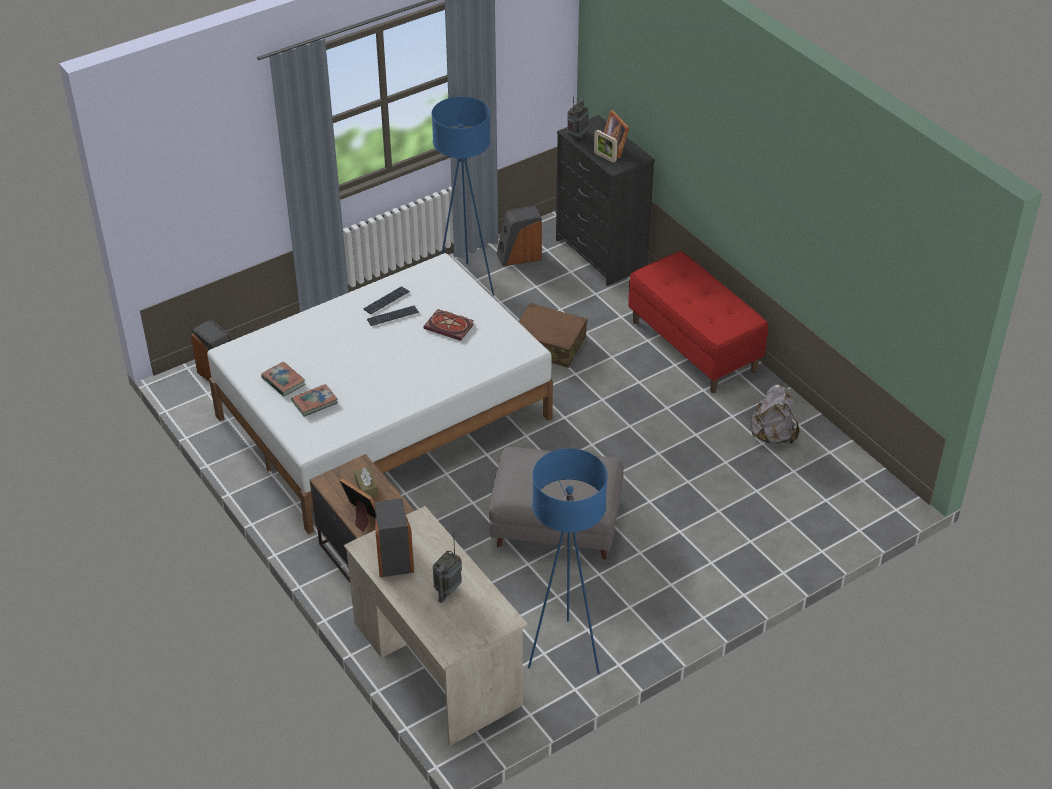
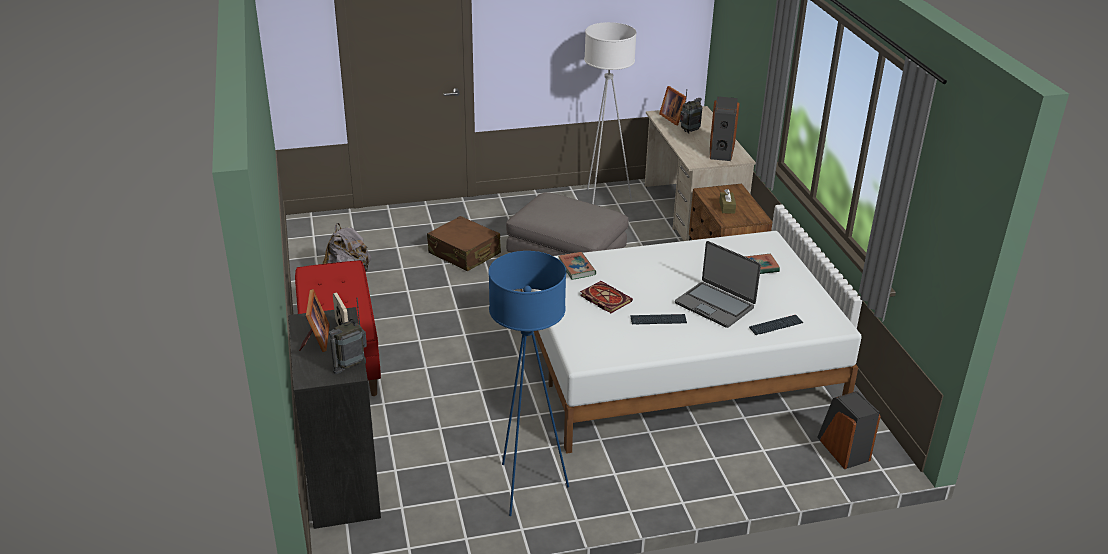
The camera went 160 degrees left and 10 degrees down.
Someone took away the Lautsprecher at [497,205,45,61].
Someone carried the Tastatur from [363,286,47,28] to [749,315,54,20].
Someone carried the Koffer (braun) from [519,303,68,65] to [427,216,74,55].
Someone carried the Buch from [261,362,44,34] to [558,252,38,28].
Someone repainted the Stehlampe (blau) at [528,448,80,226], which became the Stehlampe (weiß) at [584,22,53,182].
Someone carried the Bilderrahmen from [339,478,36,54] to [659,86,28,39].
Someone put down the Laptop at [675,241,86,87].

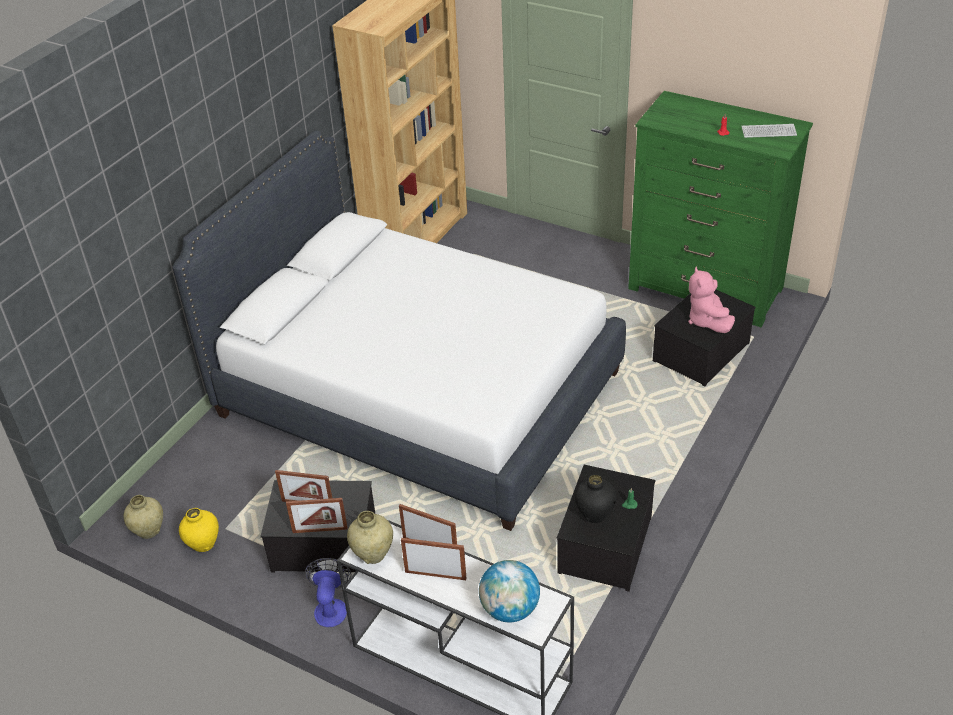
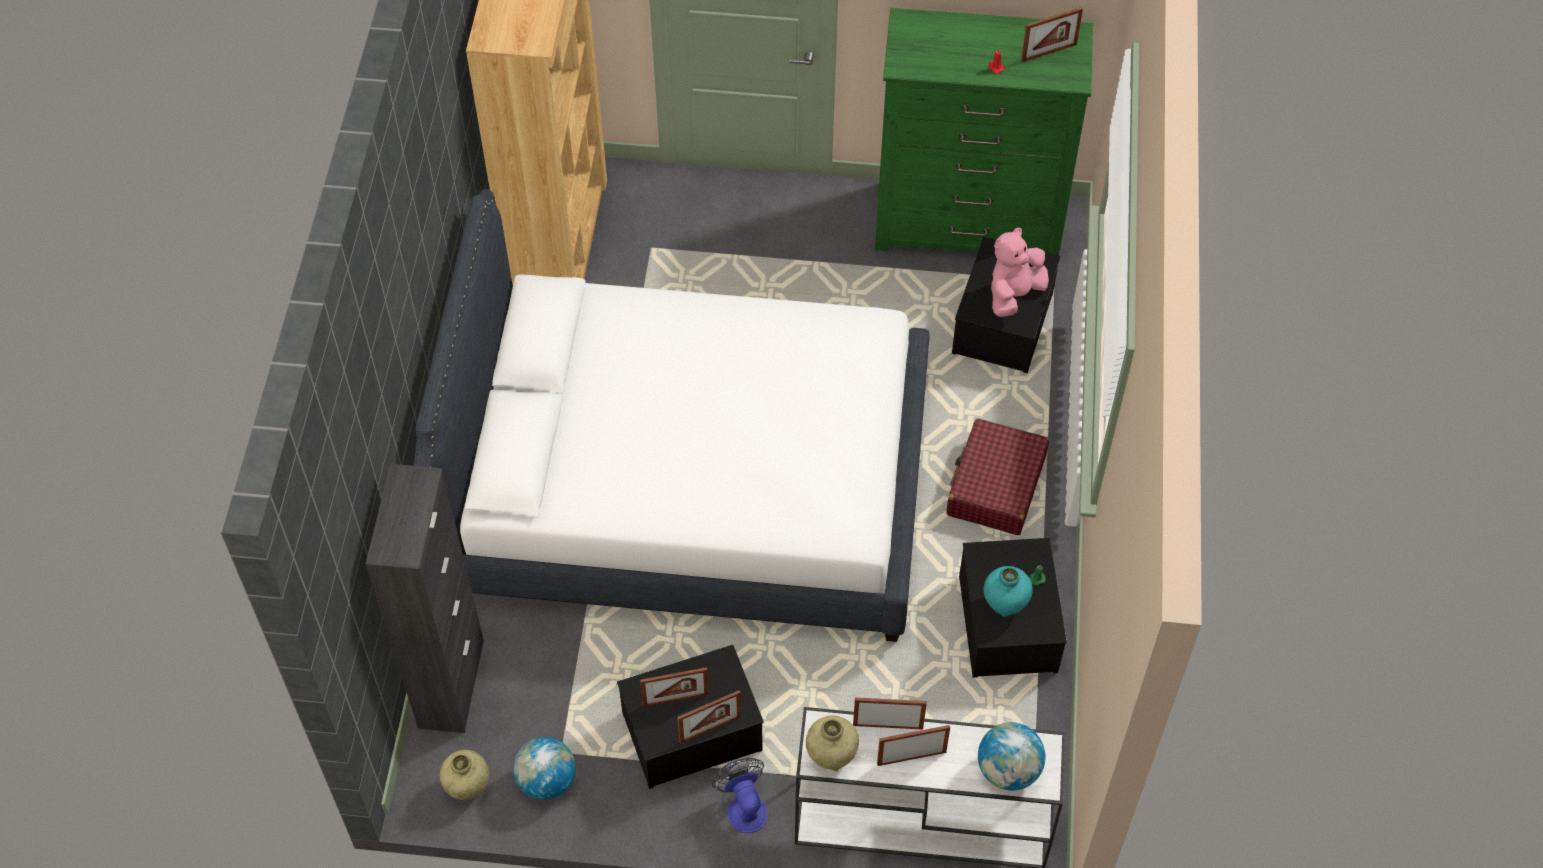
The camera went 25 degrees left and 15 degrees up.
Someone swapped the Tastatur at [741,124,56,14] for the Bilderrahmen at [1021,7,62,55].
Someone rotated the Plüschtier (rosa) at [688,267,47,66] by 75 degrees clockwise.
Someone repainted the Vase (schwarz) at [575,474,42,49], which became the Vase (türkis) at [984,566,49,51].
Someone swapped the Vase (gelb) at [179,508,40,44] for the Globus at [513,737,63,63].
Someone put down the Koffer (rot) at [947,419,102,116].
Someone put down the Schrank (schwarz) at [366,464,118,269].

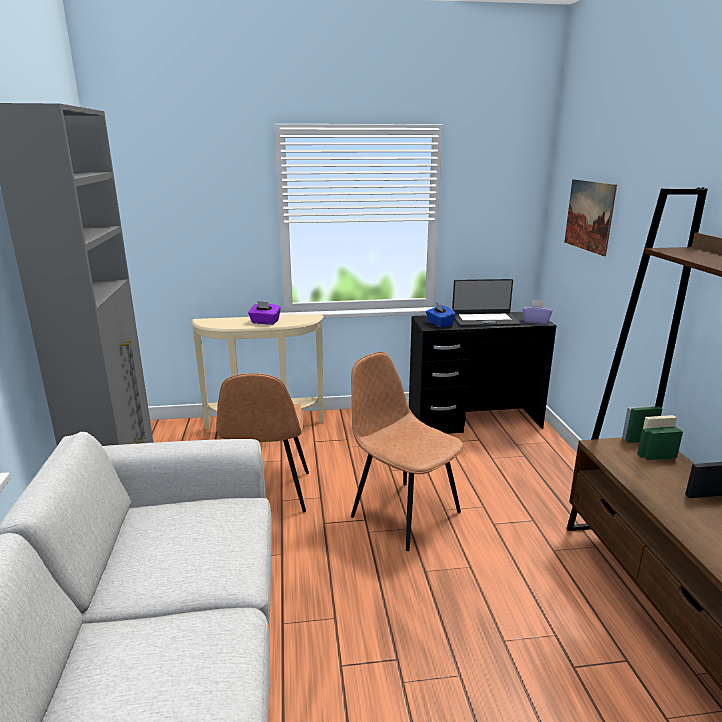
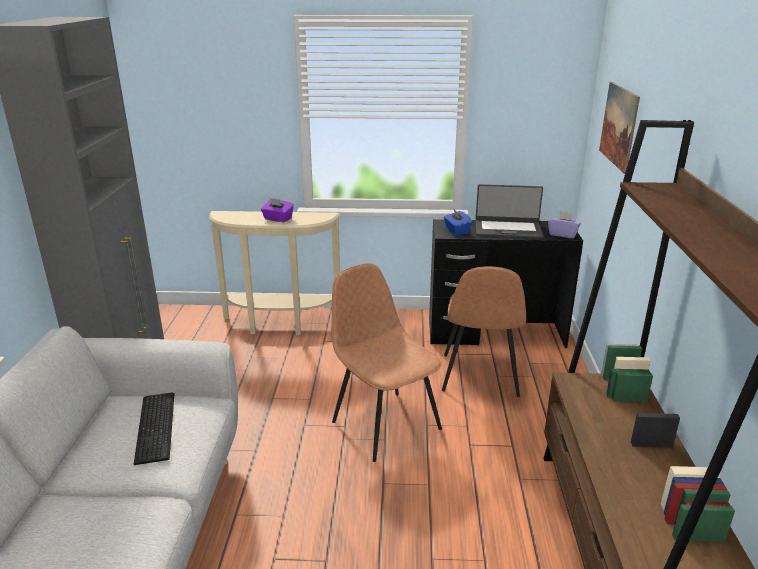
The camera went 10 degrees right and 5 degrees up.
Someone carried the Stuhl (braun) from [216,373,93,139] to [442,267,84,130].
Someone put down the Tastatur at [134,393,40,72].

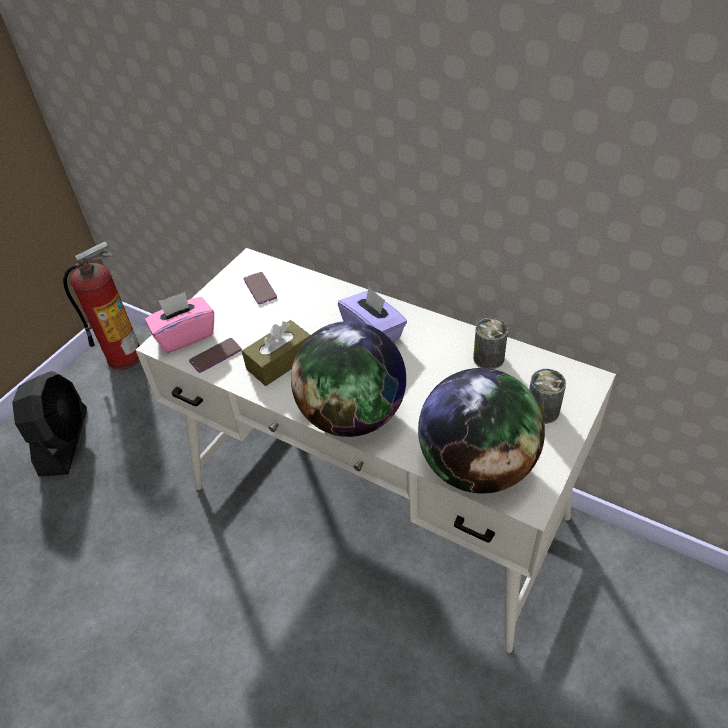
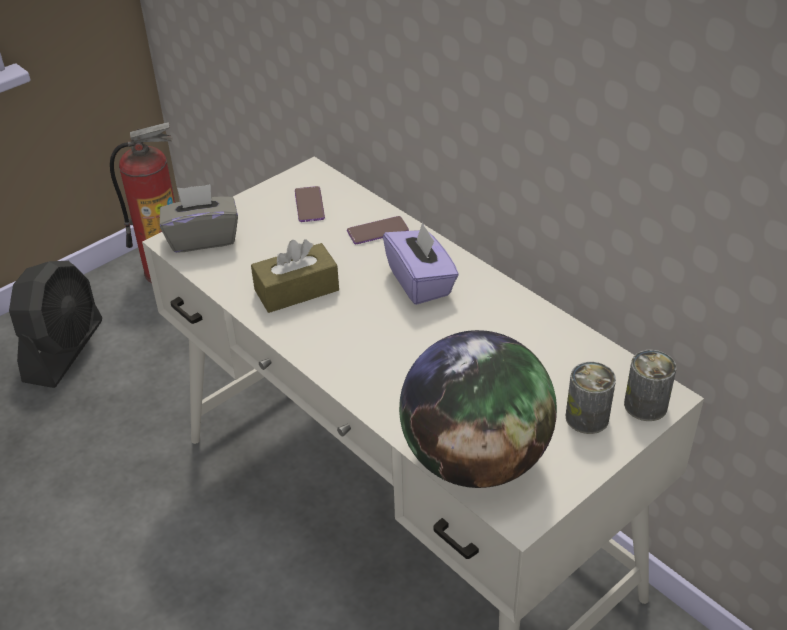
The camera went 15 degrees right and 5 degrees down.
Someone repainted the Taschentuchbox (rosa) at [145,292,69,61], which became the Taschentuchbox (grau) at [160,184,78,69].
Someone carried the Dose from [473,318,35,51] to [624,350,52,71].
Someone took away the Globus at [291,321,115,116].
Someone carried the Handy from [189,338,53,35] to [347,216,62,28].

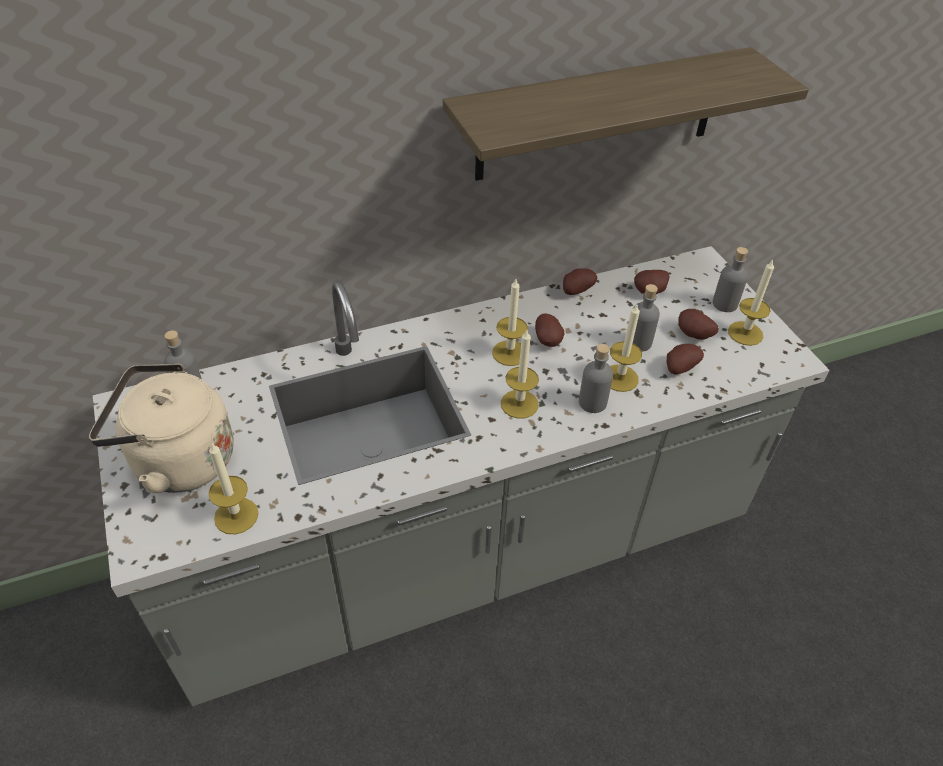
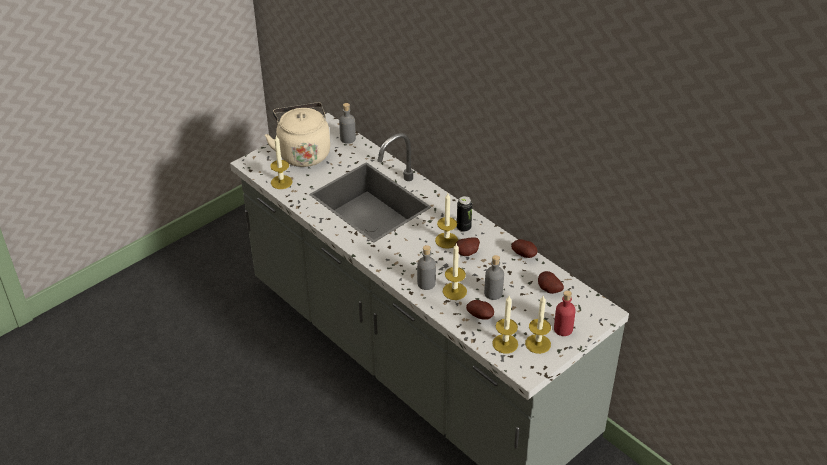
The camera went 70 degrees right and 5 degrees down.
Someone took away the Wandregal at [443,47,366,134].
Someone repainted the Flasche (grau) at [713,247,35,65], which became the Flasche (rot) at [554,290,22,46].
Someone took away the Kartoffel at [678,309,41,31].
Someone carried the Kerze from [501,330,38,89] to [492,296,26,58].
Someone put down the Dose at [457,196,15,36].

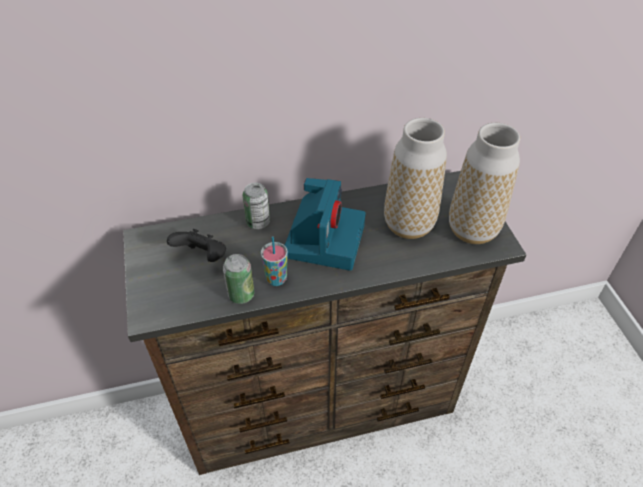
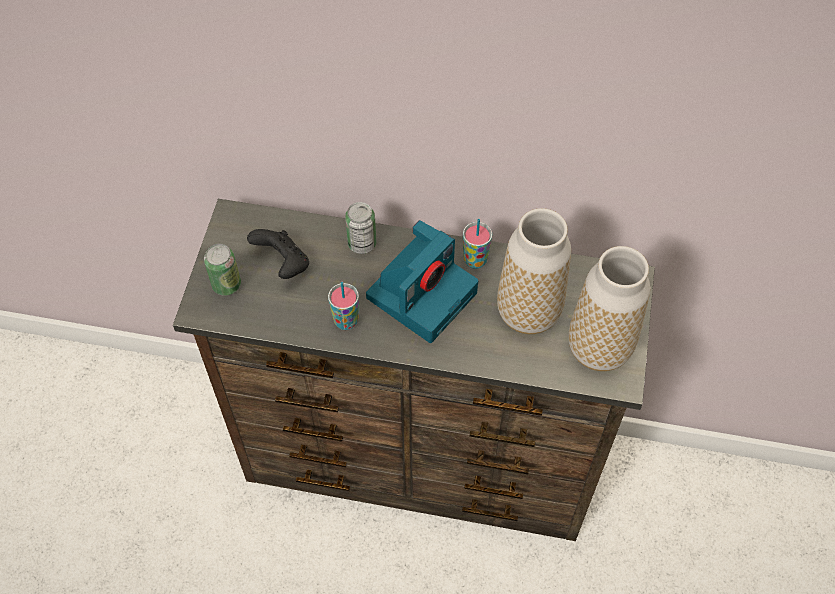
The camera went 25 degrees right and 10 degrees up.
Someone carried the Dose from [223,254,32,50] to [204,244,37,52].
Someone put down the Tasse at [463,219,29,50].

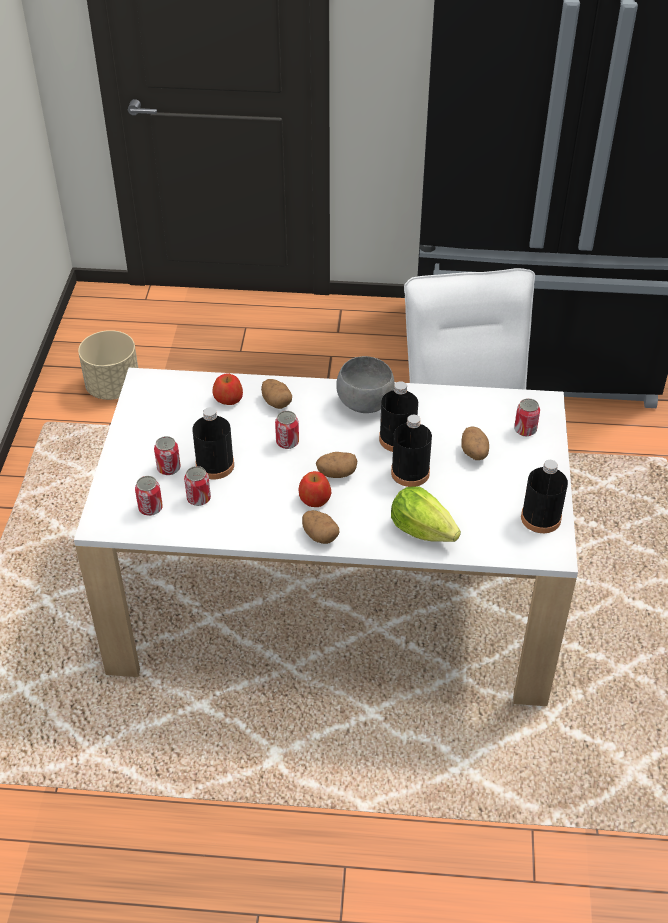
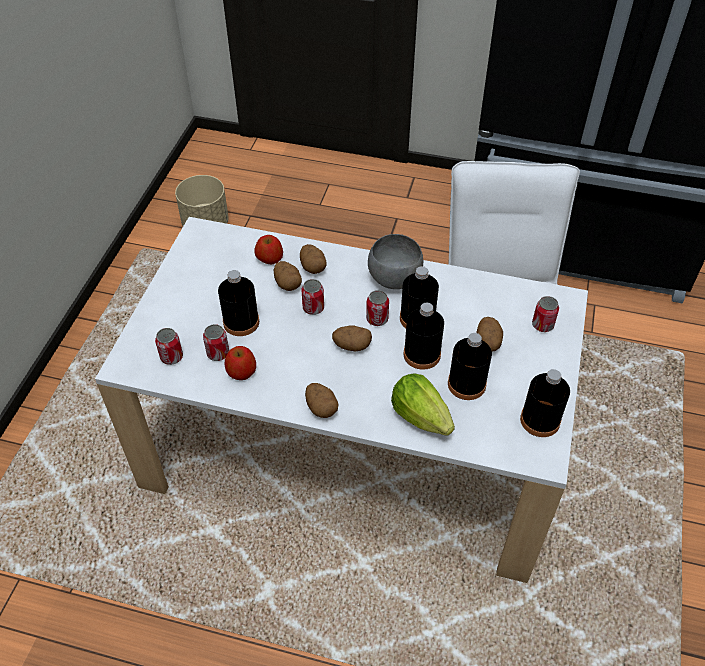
The camera went 10 degrees right and 5 degrees up.
Someone carried the Dose from [154,436,27,39] to [366,290,23,36].
Someone carried the Apfel from [298,471,33,36] to [224,346,32,34].
Someone put down the Kartoffel at [274,261,28,30].
Someone put down the Flasche (schwarz) at [448,333,44,67].

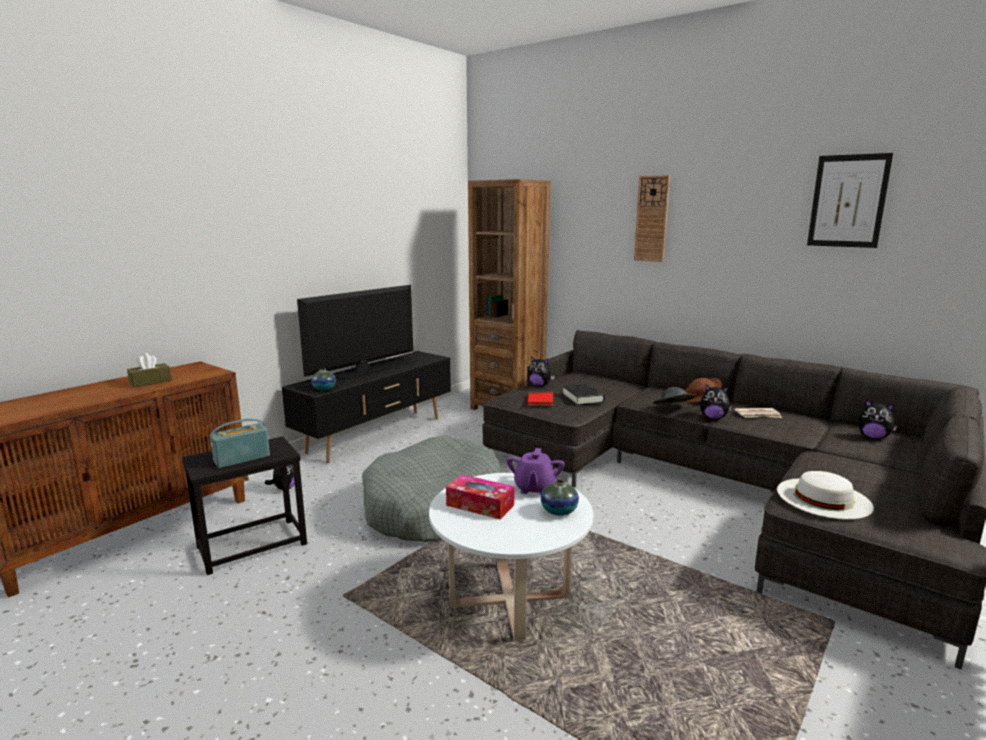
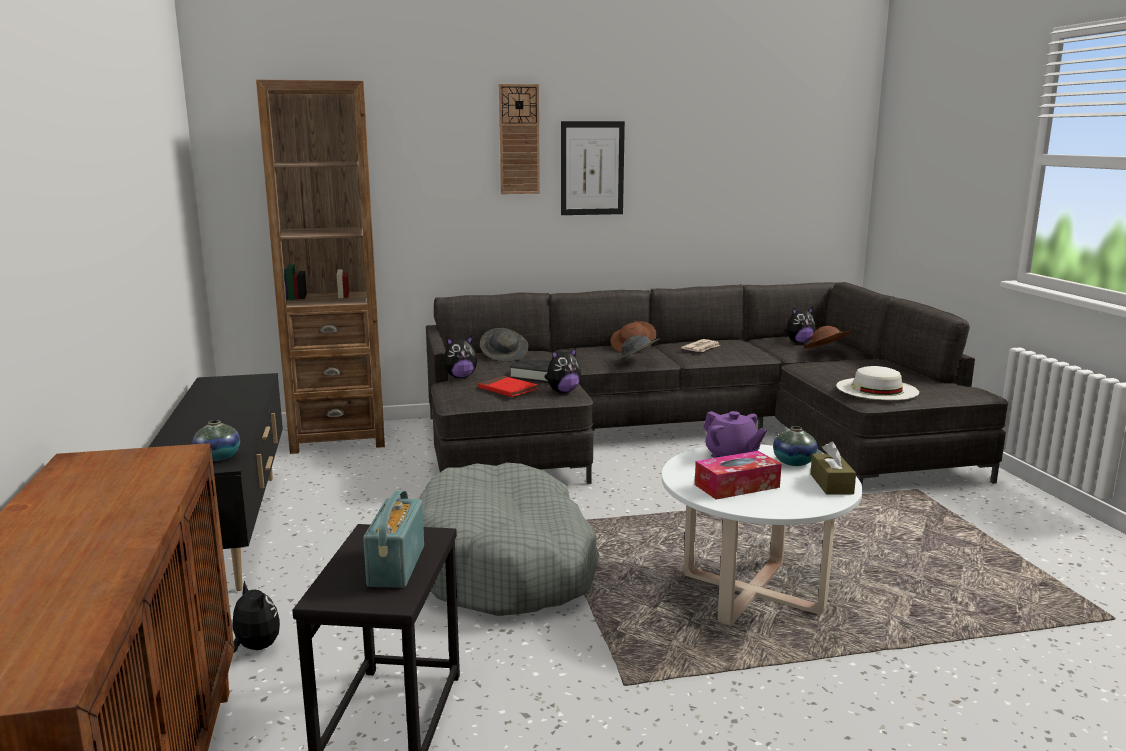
The camera went 50 degrees left and 0 degrees up.
Someone carried the Bild from [807,153,86,95] to [561,121,64,94].
Someone took away the Fernseher at [297,285,116,94].
Someone carried the Taschentuchbox (braun) from [127,353,45,34] to [810,442,46,53].
Someone carried the Plüschtier from [700,384,32,35] to [545,348,36,45].
Someone put down the Hut (braun) at [804,326,47,23].
Someone put down the Hut (grau) at [480,328,48,34].

